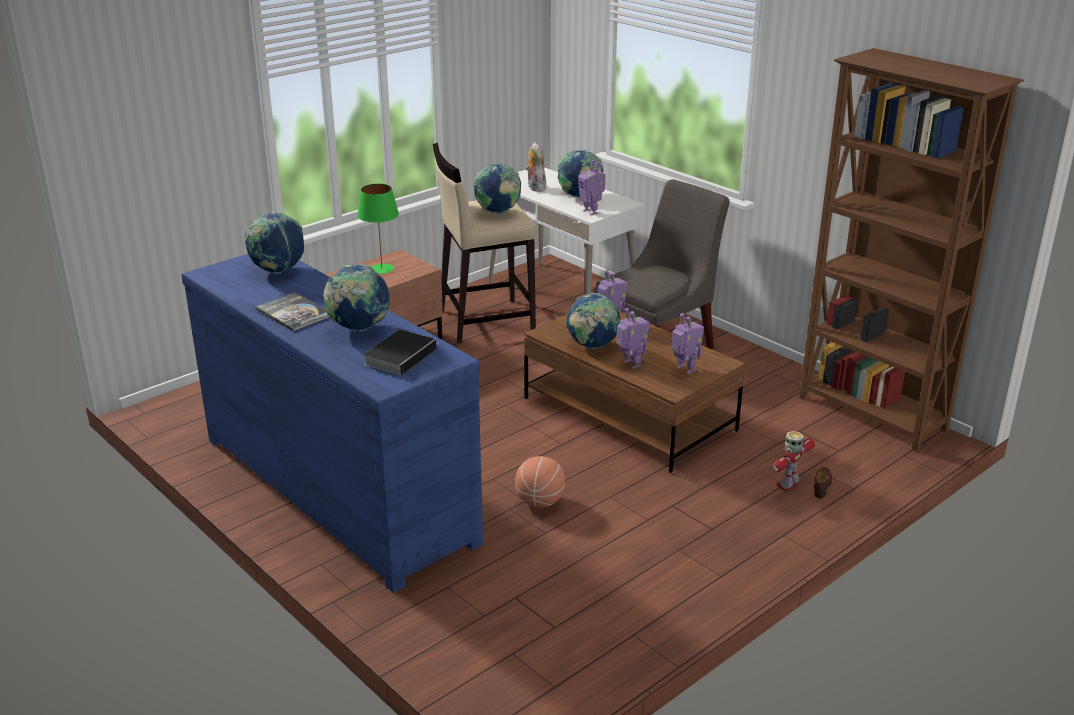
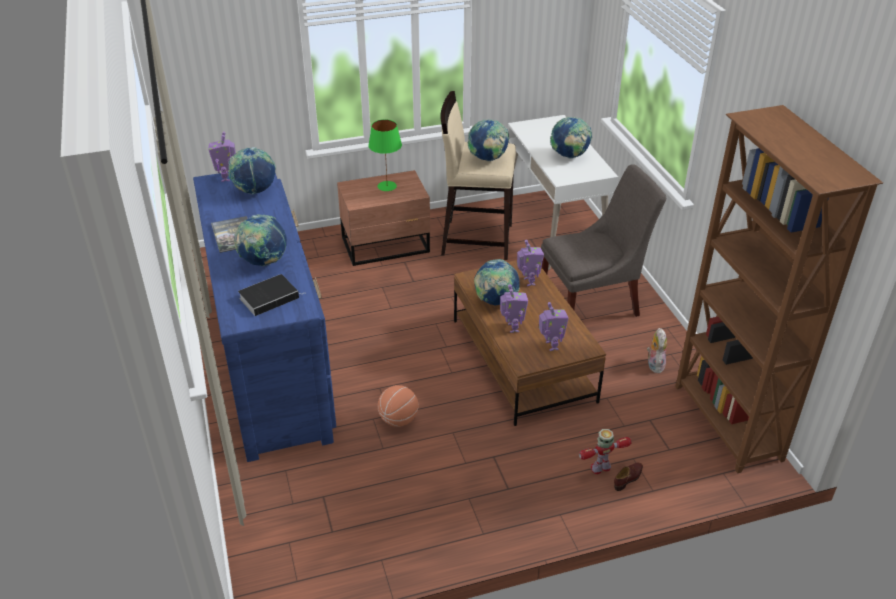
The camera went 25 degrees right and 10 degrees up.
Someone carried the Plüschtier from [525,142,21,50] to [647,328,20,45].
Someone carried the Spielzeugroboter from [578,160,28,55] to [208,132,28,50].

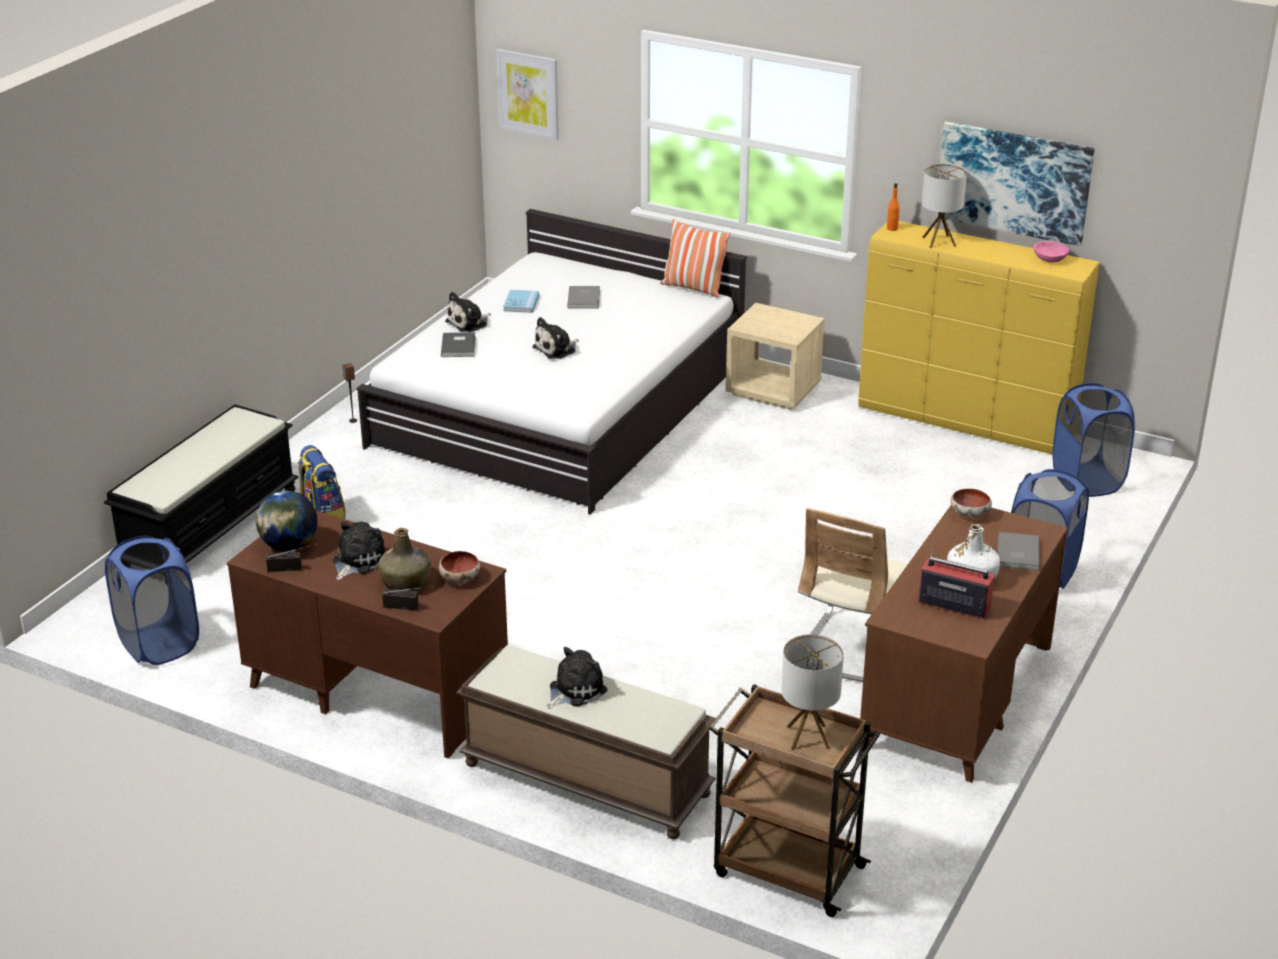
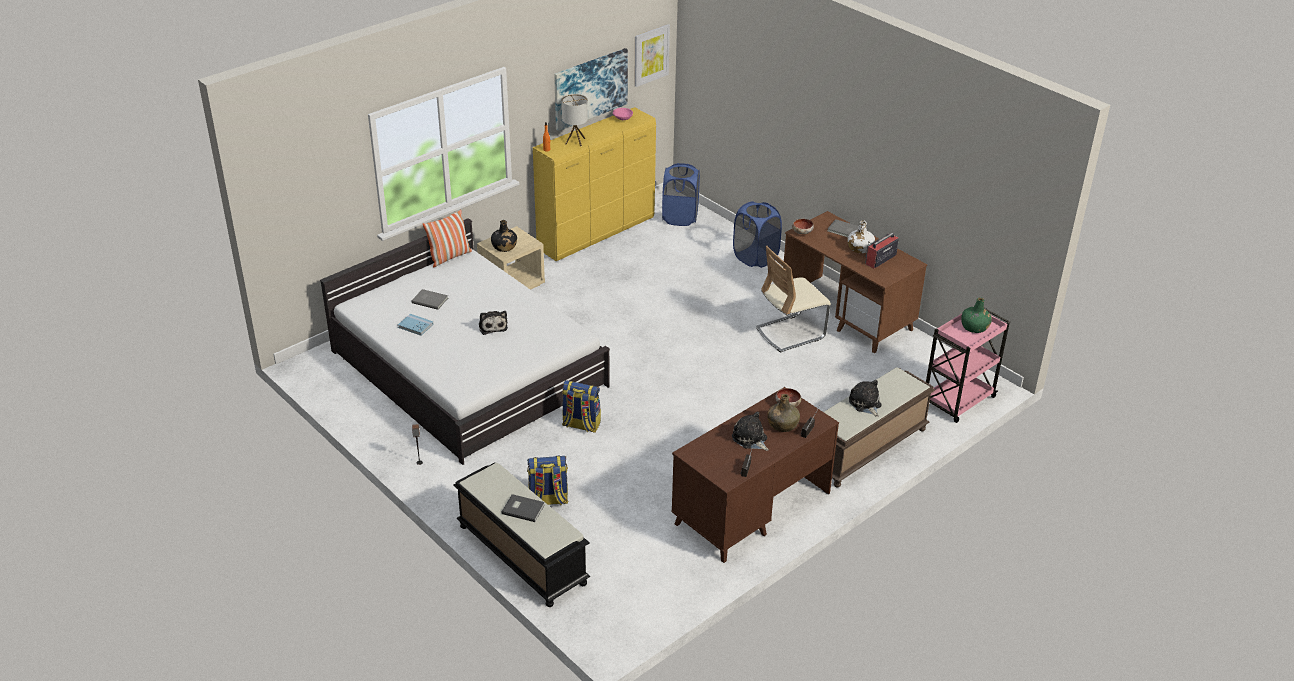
The camera went 70 degrees left and 5 degrees up.
Someone carried the Bild from [496,49,63,91] to [634,24,36,63].
Someone took away the Plüschtier at [445,292,46,40].
Someone carried the Buch (grau) from [441,332,34,25] to [502,494,43,28].
Someone took away the Globus at [256,491,62,60].
Someone rotated the Stuhl (beige) at [798,508,110,174] by 105 degrees clockwise.
Someone took away the Wäschekorb (blau) at [105,535,94,130].
Someone swapped the Tischlampe at [781,634,63,116] for the Flasche (grün) at [961,297,31,36].
Someone repainted the Rollwagen (braun) at [709,684,171,233], which became the Rollwagen (rosa) at [926,306,84,117].
Someone put down the Flasche (schwarz) at [491,220,26,32].
Someone put down the Rucksack at [562,380,39,53].

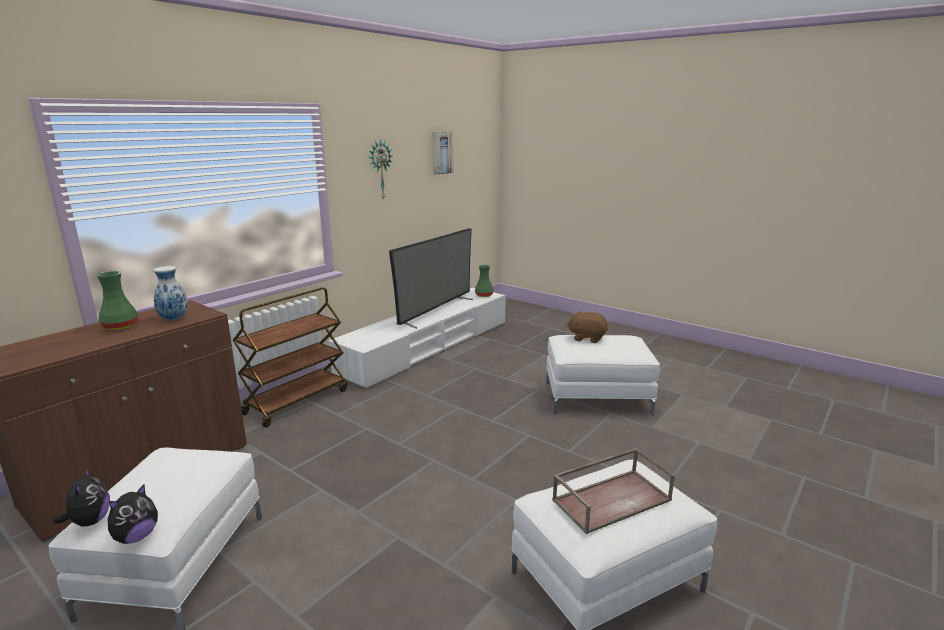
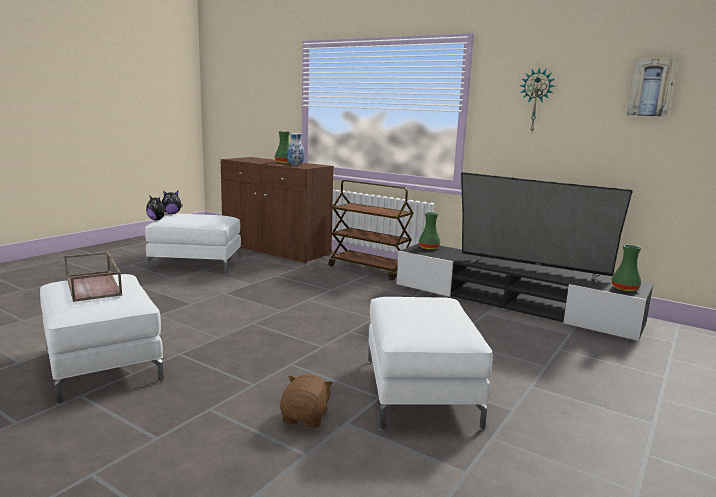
The camera went 85 degrees right and 5 degrees down.
Someone repainted the Fernsehschrank (weiß) at [328,288,178,100], which became the Fernsehschrank (schwarz) at [397,243,256,99].
Someone carried the Plüschtier (braun) from [567,311,41,32] to [280,374,53,54].
Someone put down the Vase (grün) at [419,212,21,37].

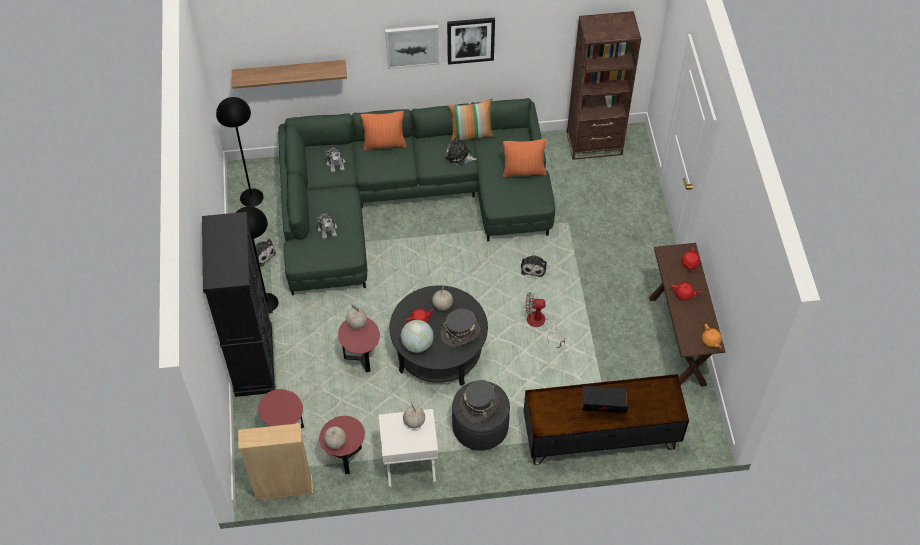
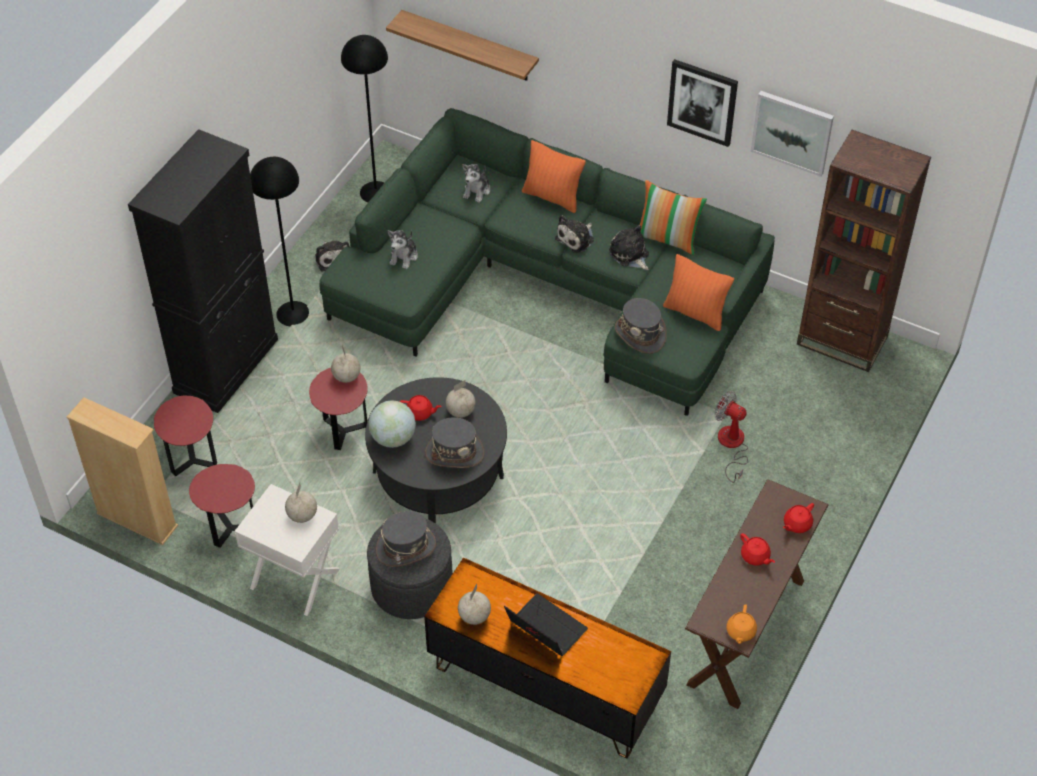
The camera went 35 degrees right and 5 degrees down.
Someone carried the Bild from [385,25,54,44] to [751,91,83,86].
Someone carried the Plüschtier from [521,252,26,25] to [555,215,39,38].
Someone carried the Ventilator from [526,292,39,56] to [715,391,33,92].
Someone carried the Globus from [324,427,22,22] to [458,584,33,41].
Someone put down the Hut (grau) at [615,298,52,56].

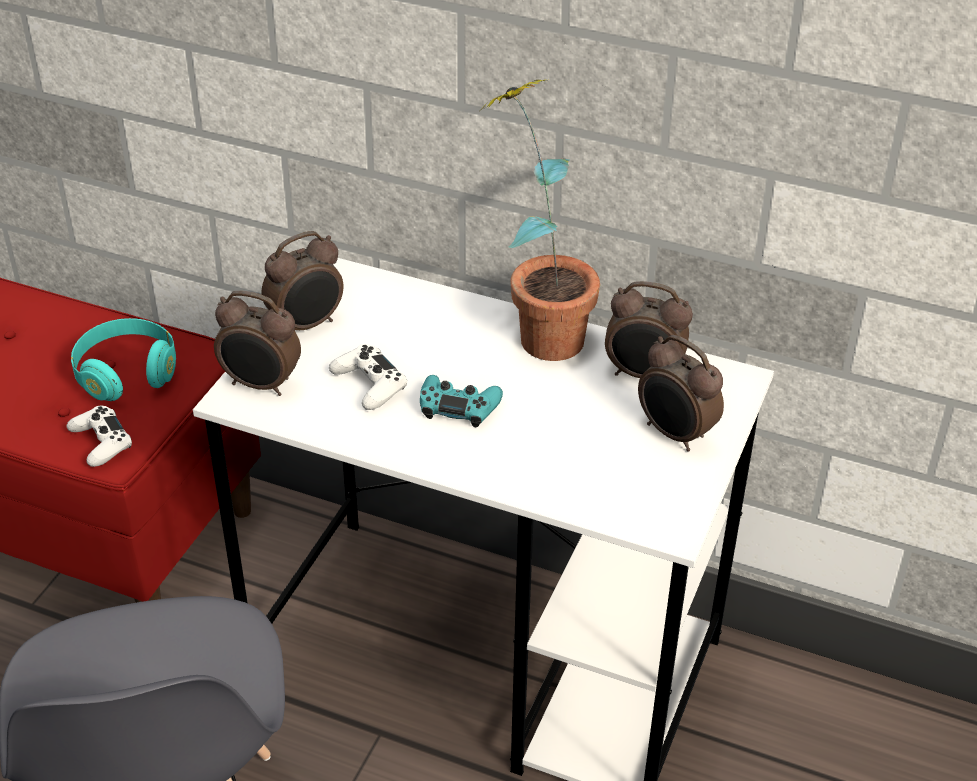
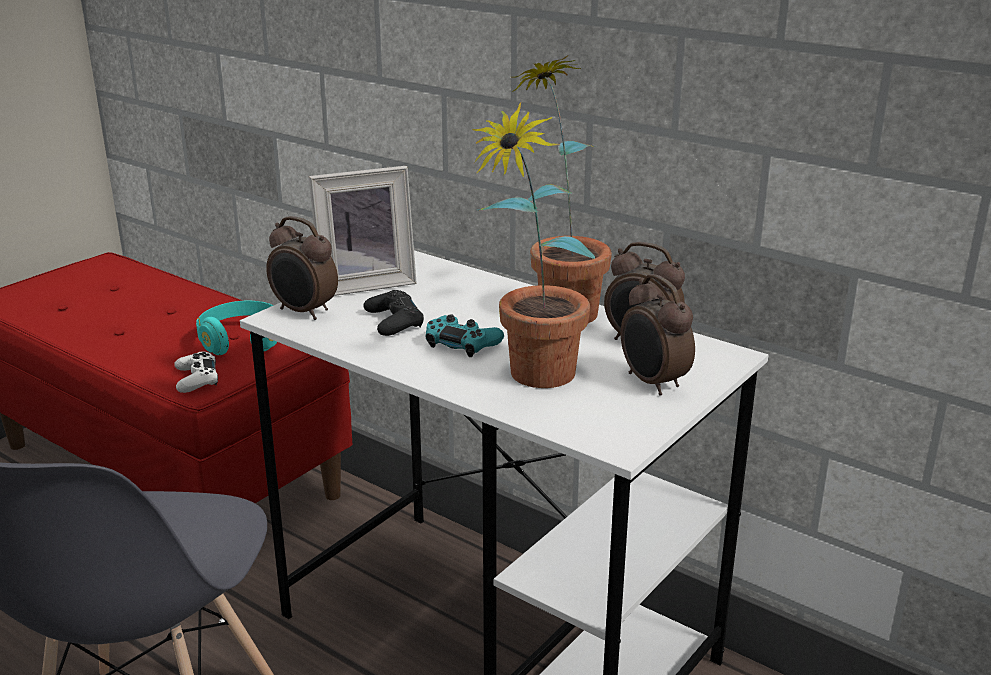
The camera went 15 degrees right and 15 degrees down.
Someone swapped the Wecker at [262,231,82,100] for the Bilderrahmen at [308,166,109,130].
Someone repainted the Gamepad (weiß) at [329,344,78,66], which became the Gamepad (schwarz) at [363,290,61,46].
Someone put down the Topfpflanze at [472,103,123,285].

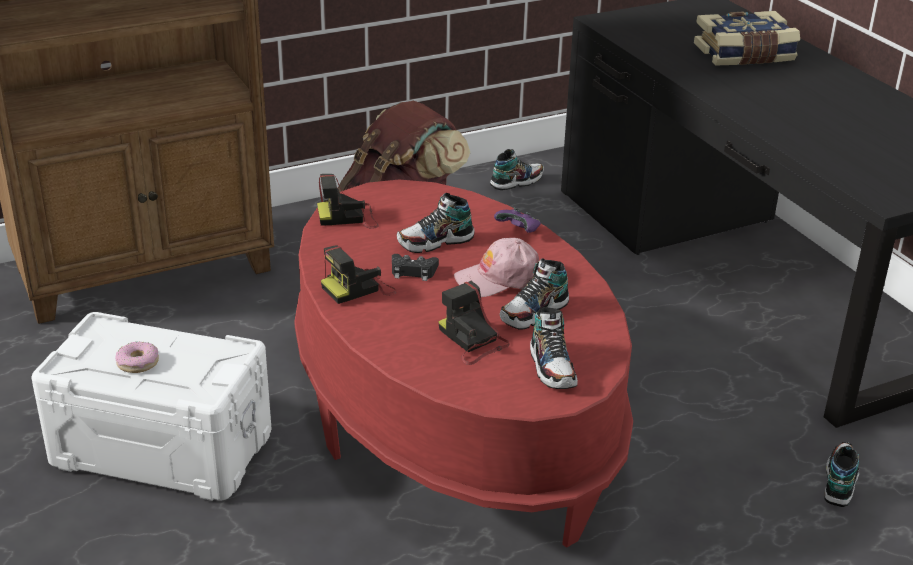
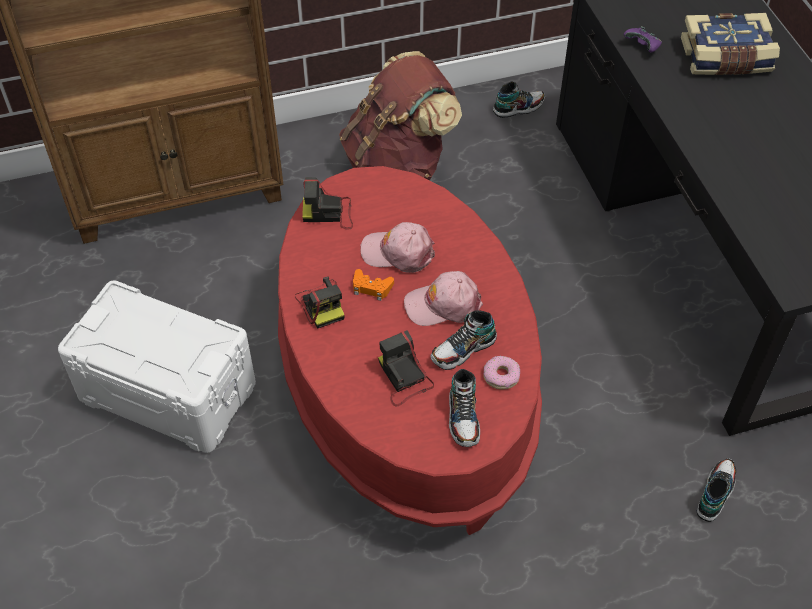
The camera went 10 degrees right and 20 degrees up.
Someone swapped the Schuh at [397,193,78,60] for the Kappe (rosa) at [360,222,75,51].
Someone carried the Gamepad (lila) from [494,208,47,25] to [624,26,38,26].
Someone rotated the Kamera at [321,245,76,59] by 90 degrees counterclockwise.
Someone repainted the Gamepad (schwarz) at [392,254,47,27], which became the Gamepad (orange) at [353,269,41,32].
Someone carried the Donut from [115,342,44,31] to [483,356,37,34].

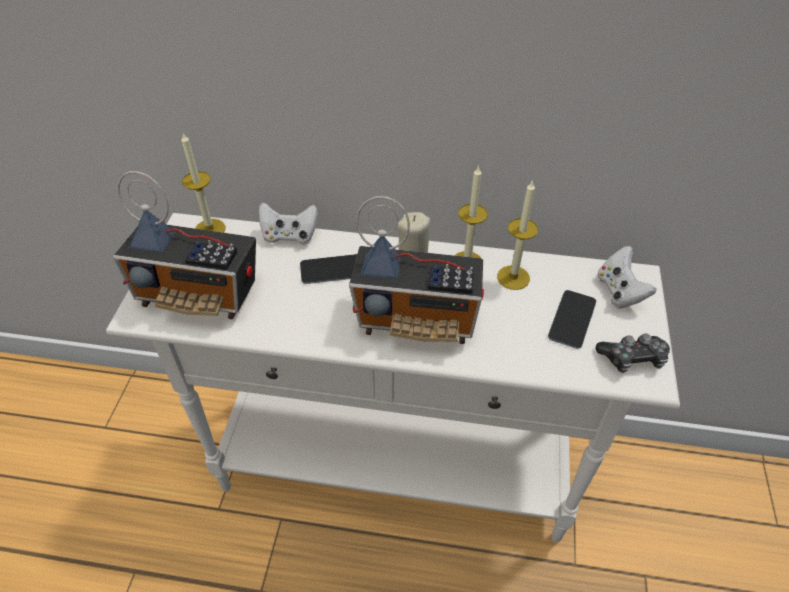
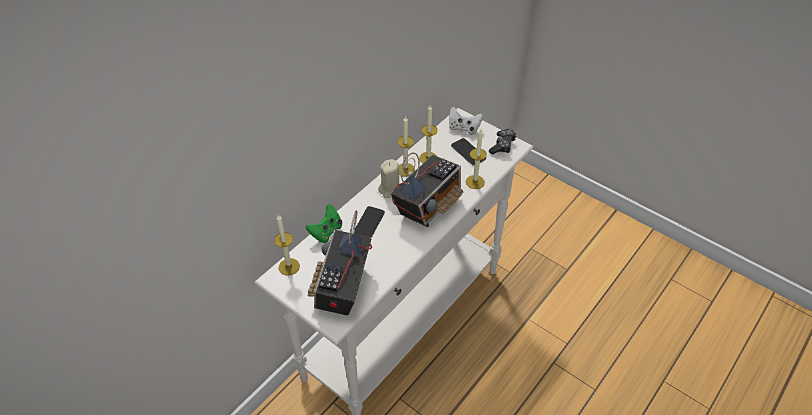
The camera went 60 degrees left and 0 degrees up.
Someone rotated the Radio at [113,171,143,148] by 150 degrees clockwise.
Someone repainted the Gamepad (weiß) at [259,202,59,43], which became the Gamepad (grün) at [306,204,36,39].
Someone put down the Kerze at [466,129,21,60].

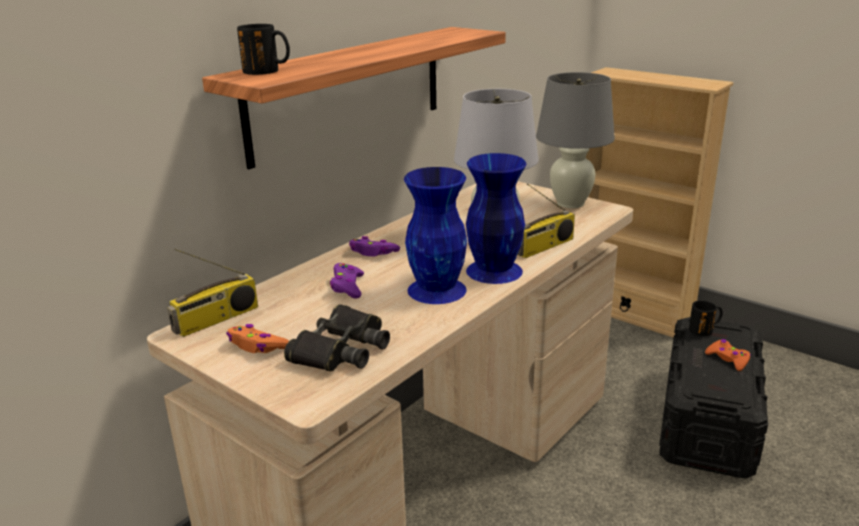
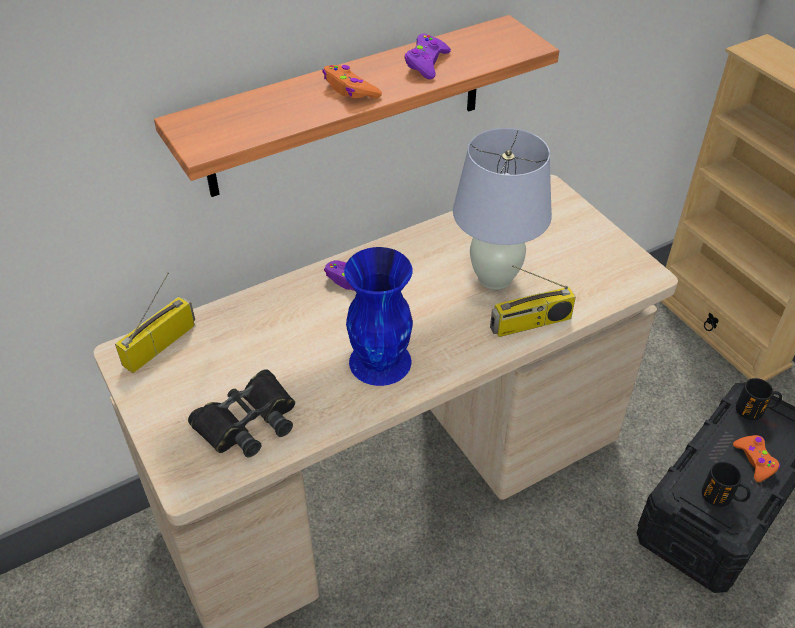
The camera went 20 degrees right and 20 degrees up.
Someone carried the Henkelbecher (schwarz) from [237,24,53,51] to [702,462,48,45].
Someone took away the Tischlampe (grau) at [536,72,79,136].
Someone took away the Vase (blau) at [466,153,60,131].
Someone rotated the Radio at [167,249,91,88] by 150 degrees clockwise.
Someone carried the Gamepad (lila) from [330,263,34,36] to [404,34,47,45].
Someone carried the Gamepad (orange) from [226,324,63,29] to [322,65,60,34].

